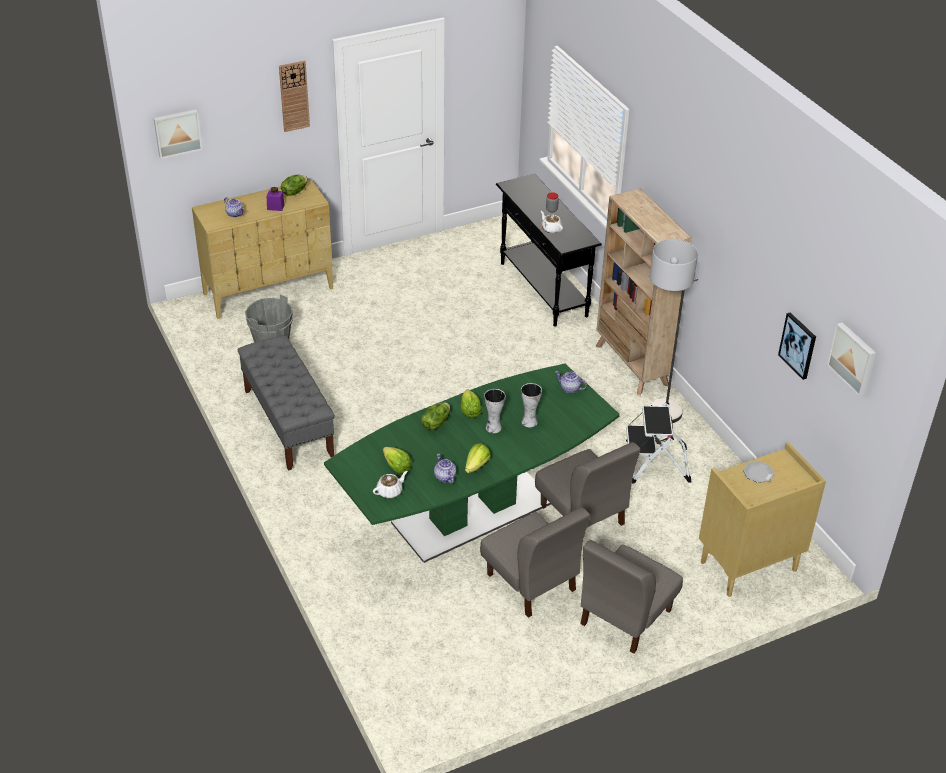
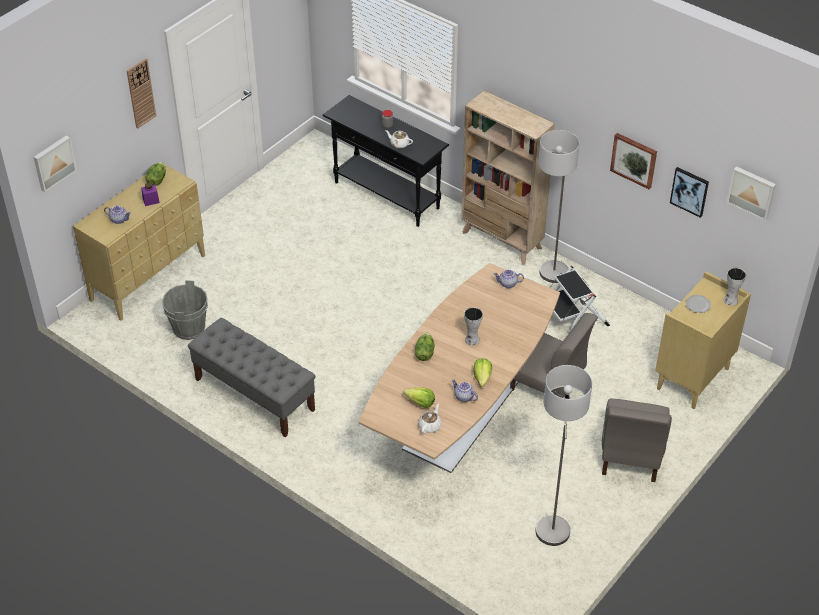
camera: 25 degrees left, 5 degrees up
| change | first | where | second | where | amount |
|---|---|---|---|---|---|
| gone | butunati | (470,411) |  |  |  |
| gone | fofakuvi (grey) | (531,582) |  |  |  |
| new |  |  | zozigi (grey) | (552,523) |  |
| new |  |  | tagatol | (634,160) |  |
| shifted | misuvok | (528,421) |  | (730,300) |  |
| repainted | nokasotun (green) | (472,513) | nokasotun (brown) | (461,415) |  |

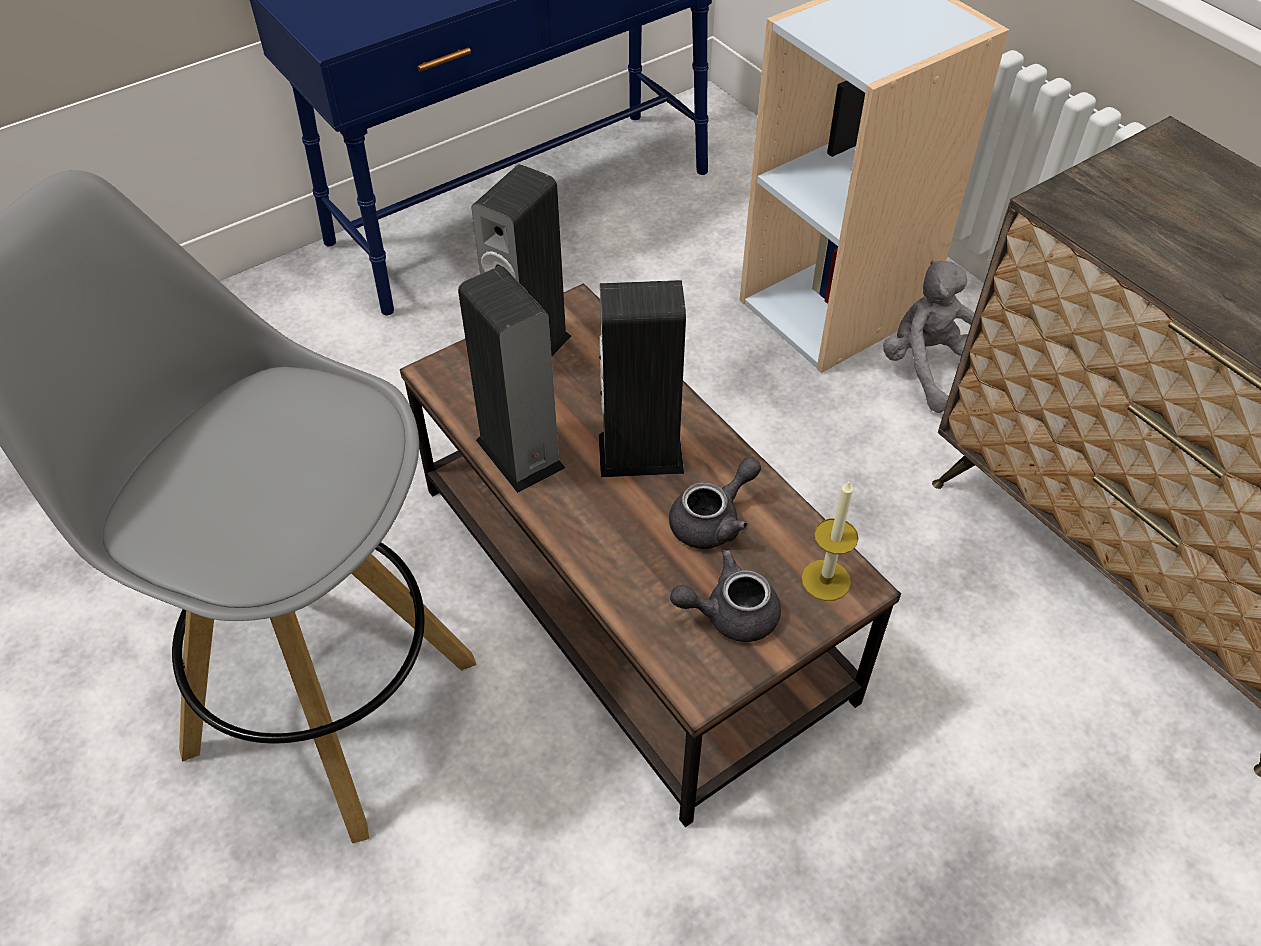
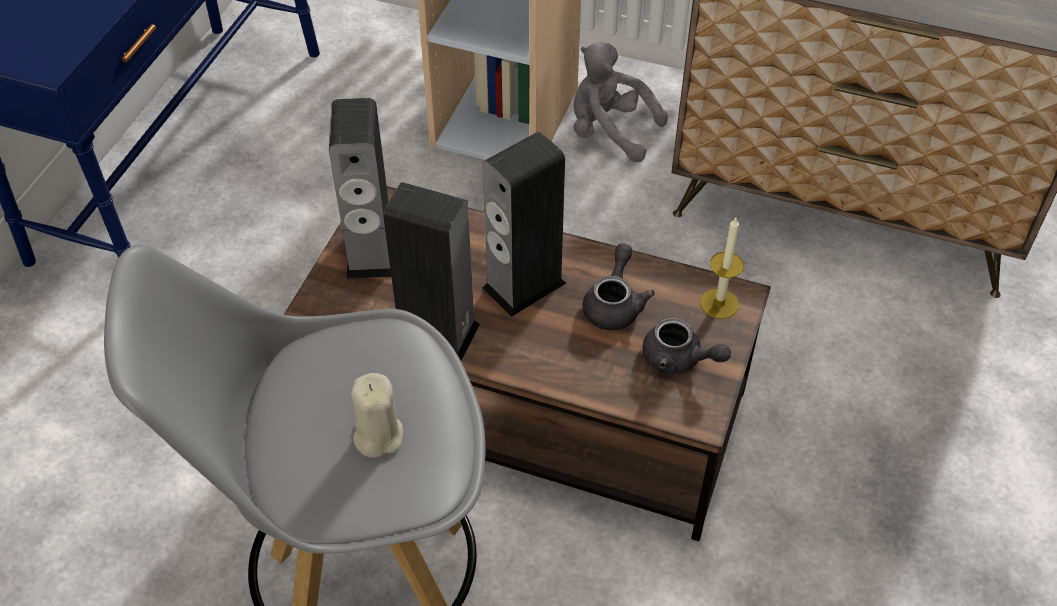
camera: 35 degrees left, 0 degrees up
| change | first | where | second | where | amount |
|---|---|---|---|---|---|
| new |  |  | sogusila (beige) | (378,435) |  |
| rotated | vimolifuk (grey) | (730,614) |  | (679,360) | 105 degrees counterclockwise |

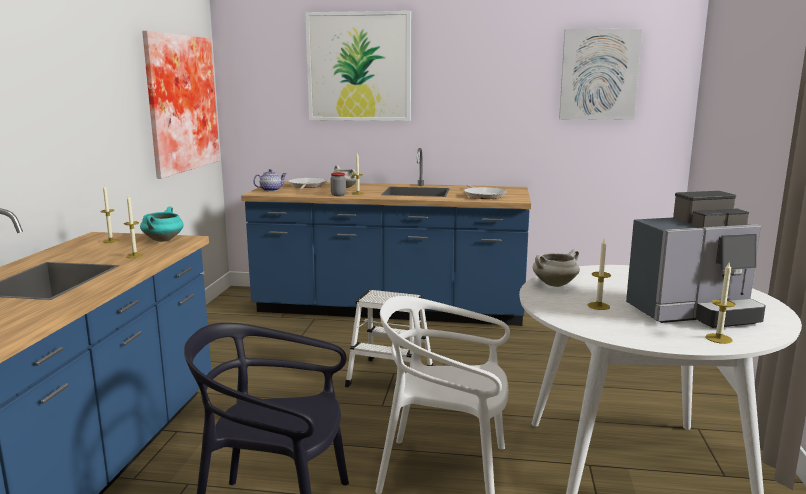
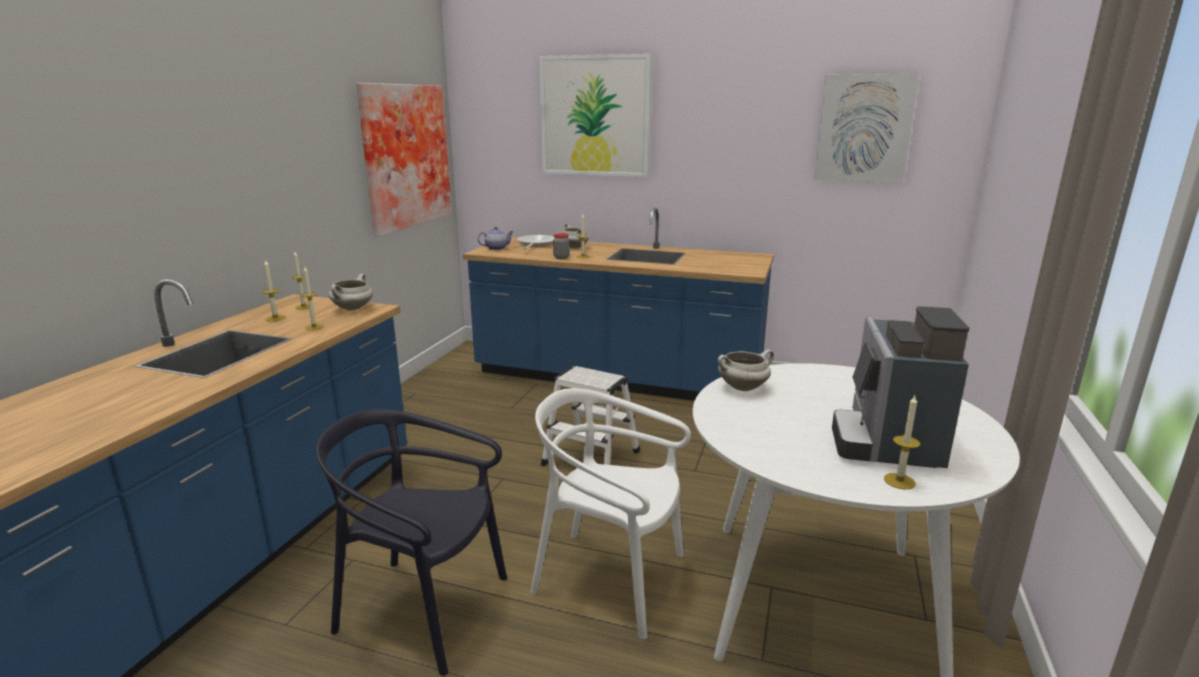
camera: 10 degrees right, 5 degrees up
| change | first | where | second | where | amount |
|---|---|---|---|---|---|
| gone | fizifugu | (483,195) |  |  |  |
| shifted | sogusila | (598,306) |  | (275,318) |  |
| repainted | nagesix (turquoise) | (163,240) | nagesix (white) | (352,309) |  |
| rotated | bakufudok | (693,313) |  | (887,441) | 105 degrees clockwise |

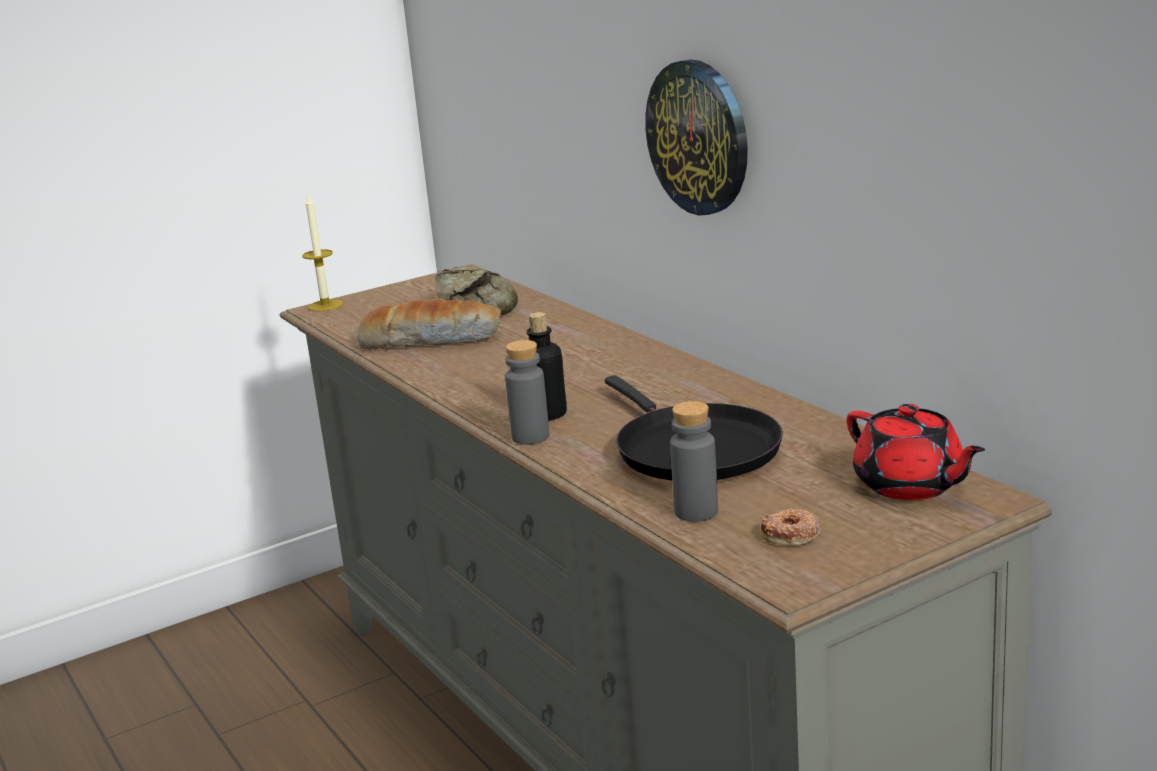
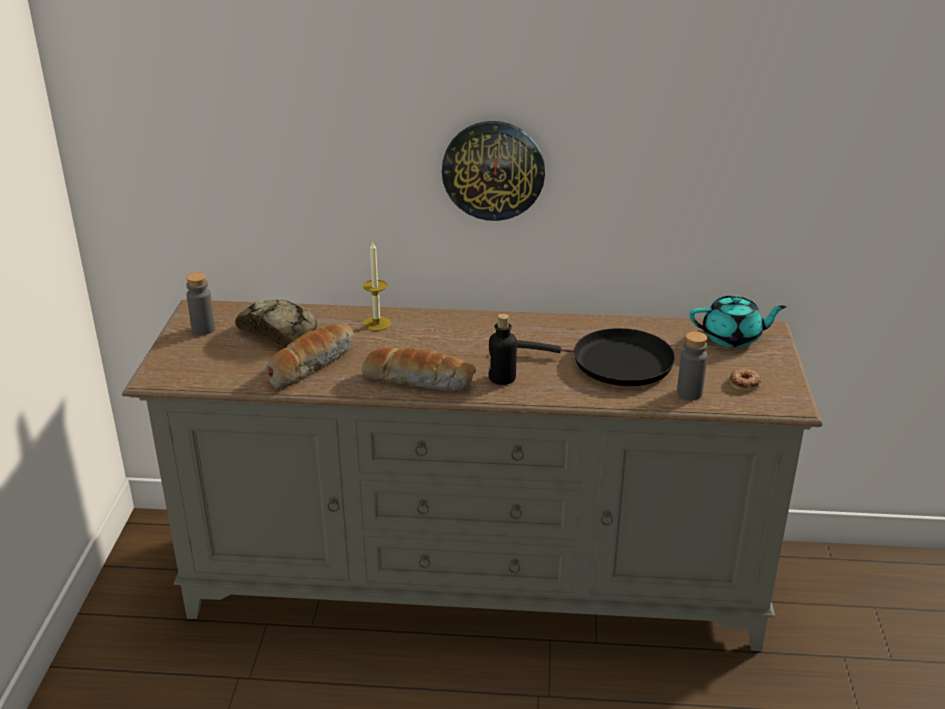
camera: 55 degrees left, 10 degrees up
| change | first | where | second | where | amount |
|---|---|---|---|---|---|
| new |  |  | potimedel | (419,380) |  |
| shifted | sogusila | (325,305) |  | (376,323) |  |
| shifted | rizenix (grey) | (530,437) |  | (203,329) |  |
| repainted | vimolifuk (red) | (910,485) | vimolifuk (turquoise) | (732,337) |  |

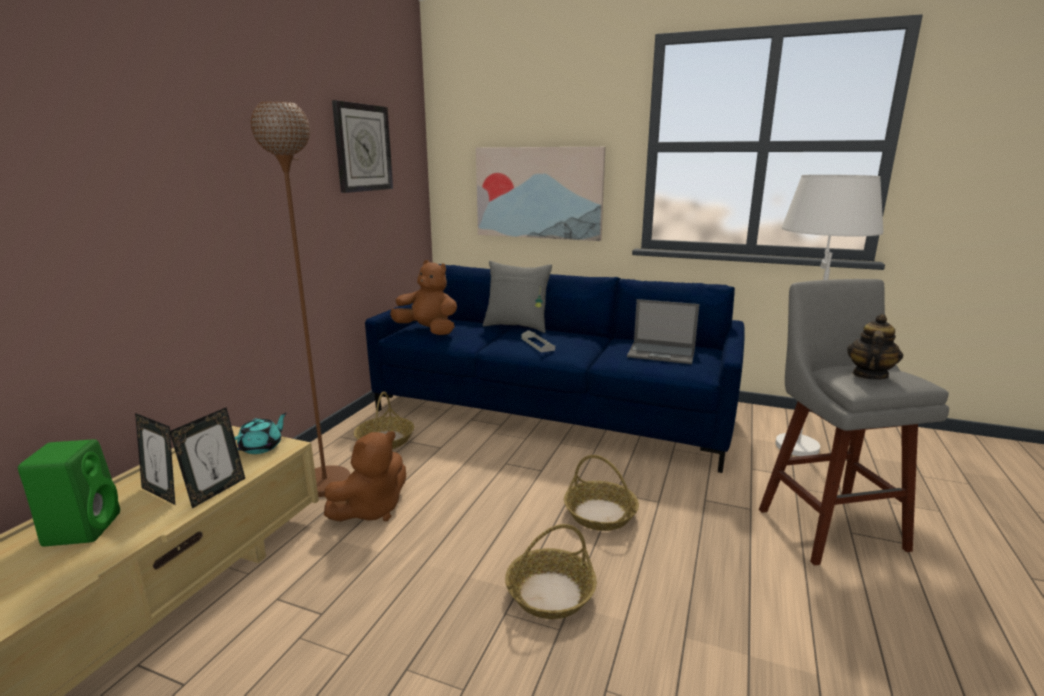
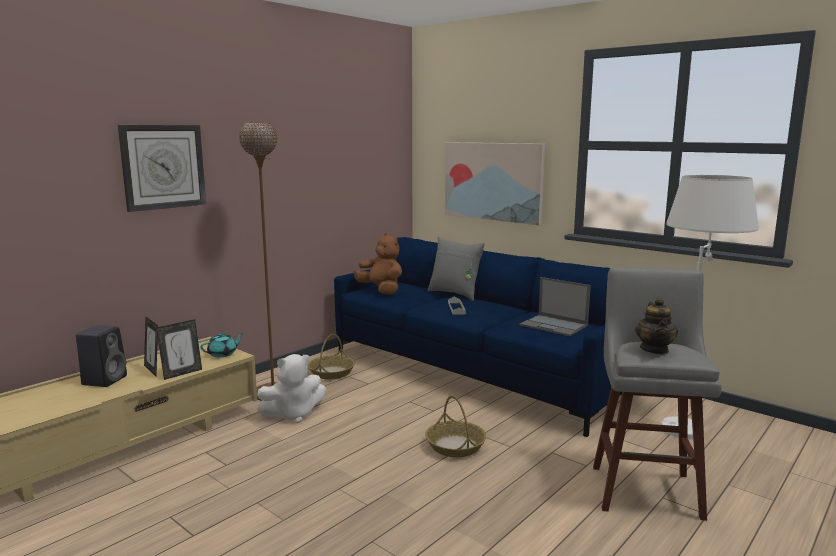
camera: 20 degrees right, 5 degrees down
| change | first | where | second | where | amount |
|---|---|---|---|---|---|
| gone | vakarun | (550,593) |  |  |  |
| shifted | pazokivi | (363,148) |  | (163,167) |  |
| repainted | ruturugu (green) | (83,528) | ruturugu (black) | (105,380) |  |
| repainted | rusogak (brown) | (371,510) | rusogak (white) | (293,414) |  |
| rotated | vimolifuk | (869,375) |  | (654,350) | 135 degrees clockwise |

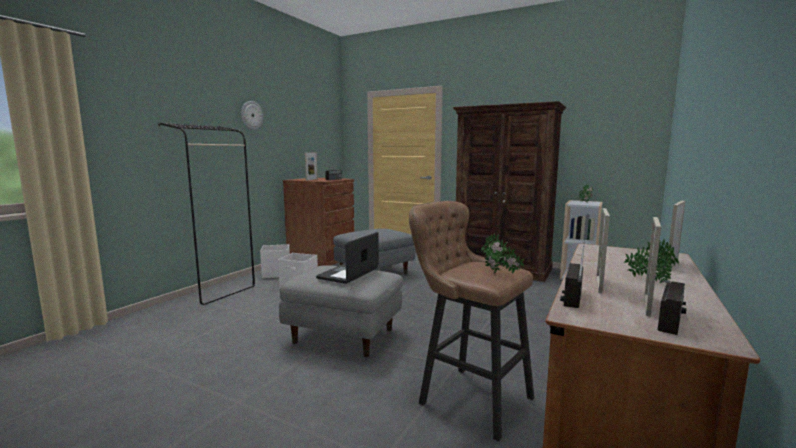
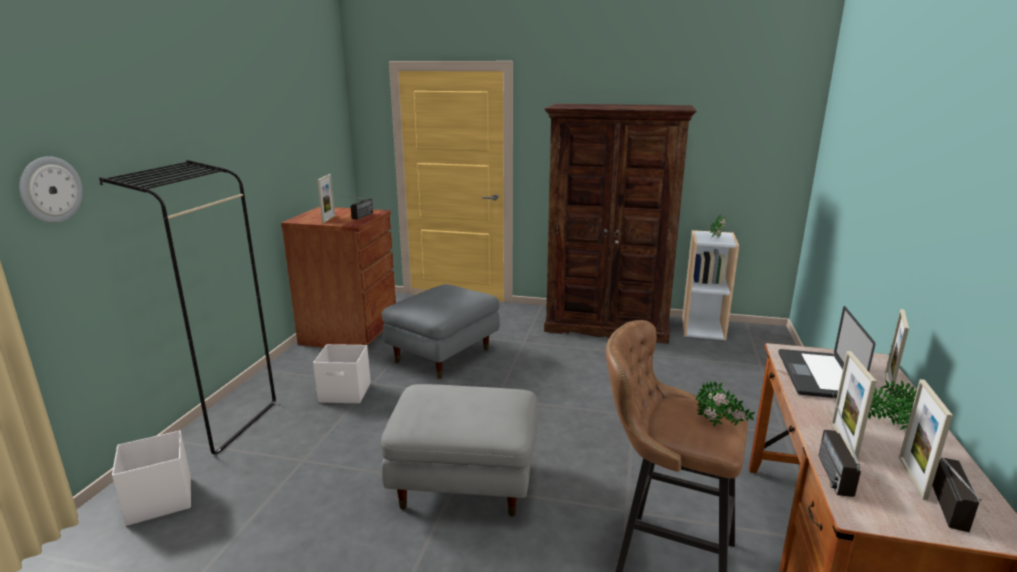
camera: 15 degrees left, 10 degrees up
| change | first | where | second | where | amount |
|---|---|---|---|---|---|
| shifted | pazokivi | (251,115) |  | (50,189) |  |
| shifted | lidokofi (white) | (276,274) |  | (159,500) |  |
| shifted | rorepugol | (348,273) |  | (817,375) |  |

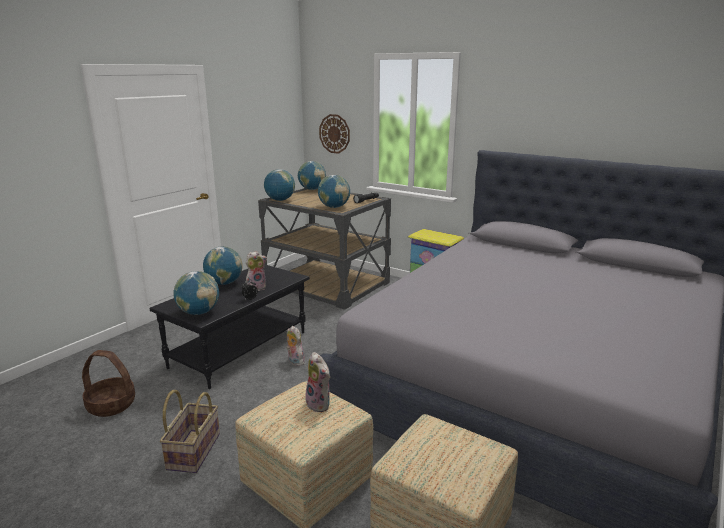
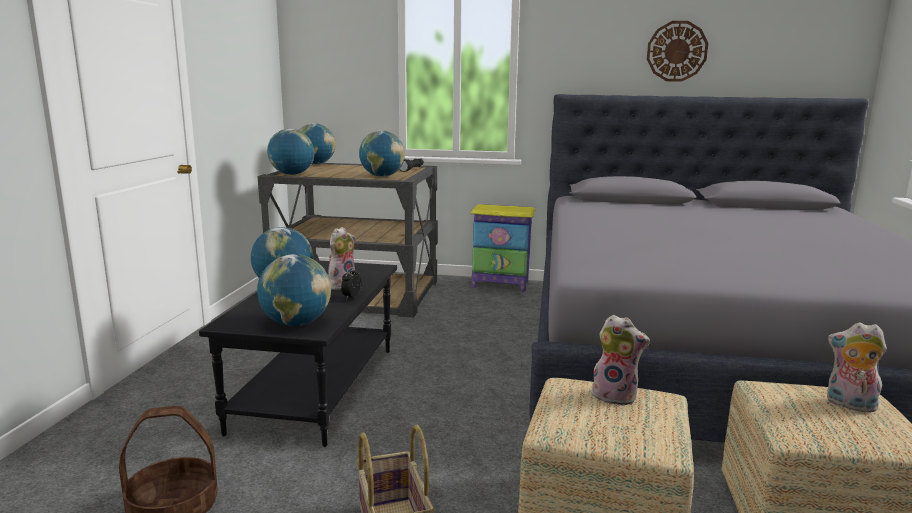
camera: 25 degrees left, 5 degrees down
| change | first | where | second | where | amount |
|---|---|---|---|---|---|
| shifted | rusogak | (294,361) |  | (849,405) |  |
| shifted | pazokivi | (334,133) |  | (676,51) |  |

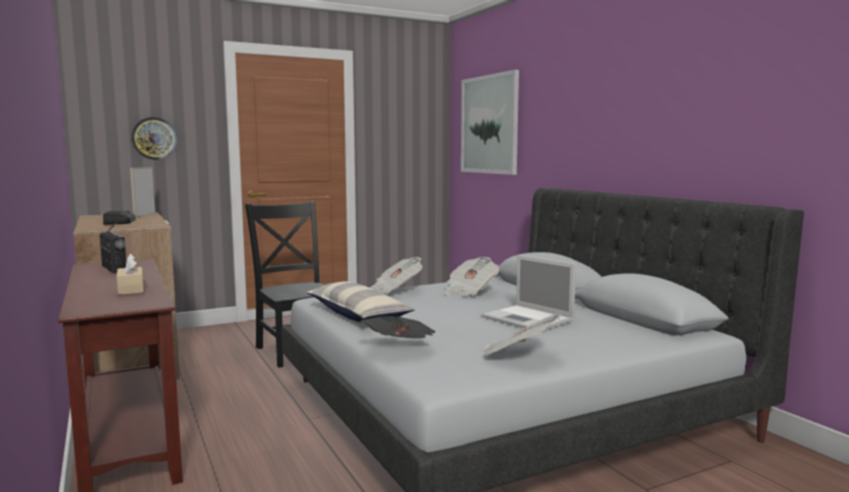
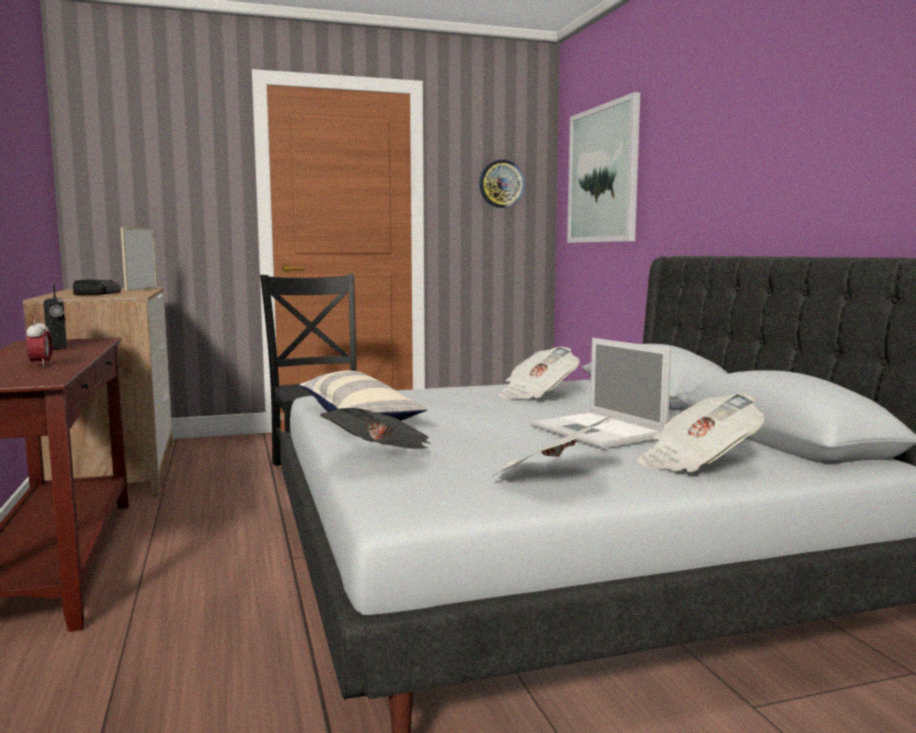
camera: 10 degrees right, 0 degrees up
| change | first | where | second | where | amount |
|---|---|---|---|---|---|
| shifted | pazokivi | (154,138) |  | (501,184) |  |
| shifted | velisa | (394,290) |  | (696,463) |  |
| swapped | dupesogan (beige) | (131,289) | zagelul | (41,365) |  |

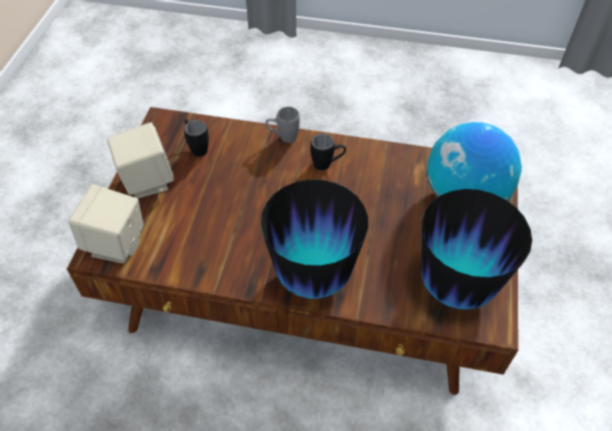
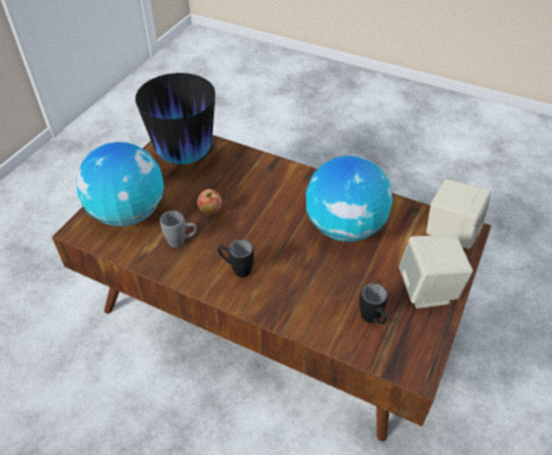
camera: 165 degrees left, 5 degrees down
| change | first | where | second | where | amount |
|---|---|---|---|---|---|
| gone | misuvok | (313,277) |  |  |  |
| new |  |  | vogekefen | (210,211) |  |
| new |  |  | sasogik | (344,227) |  |
| shifted | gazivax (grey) | (283,138) |  | (182,242) |  |

